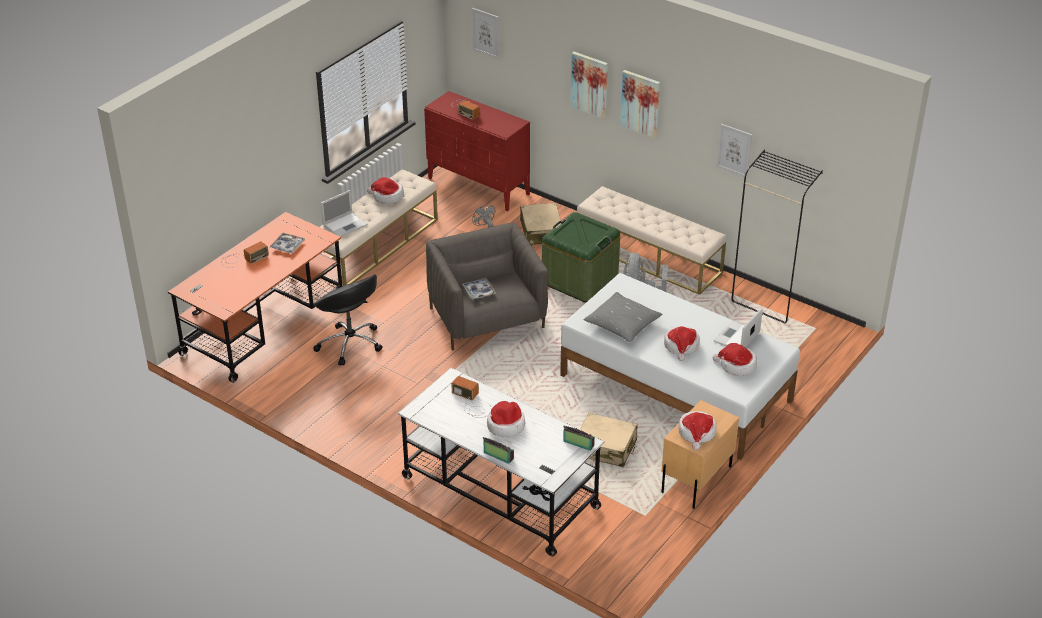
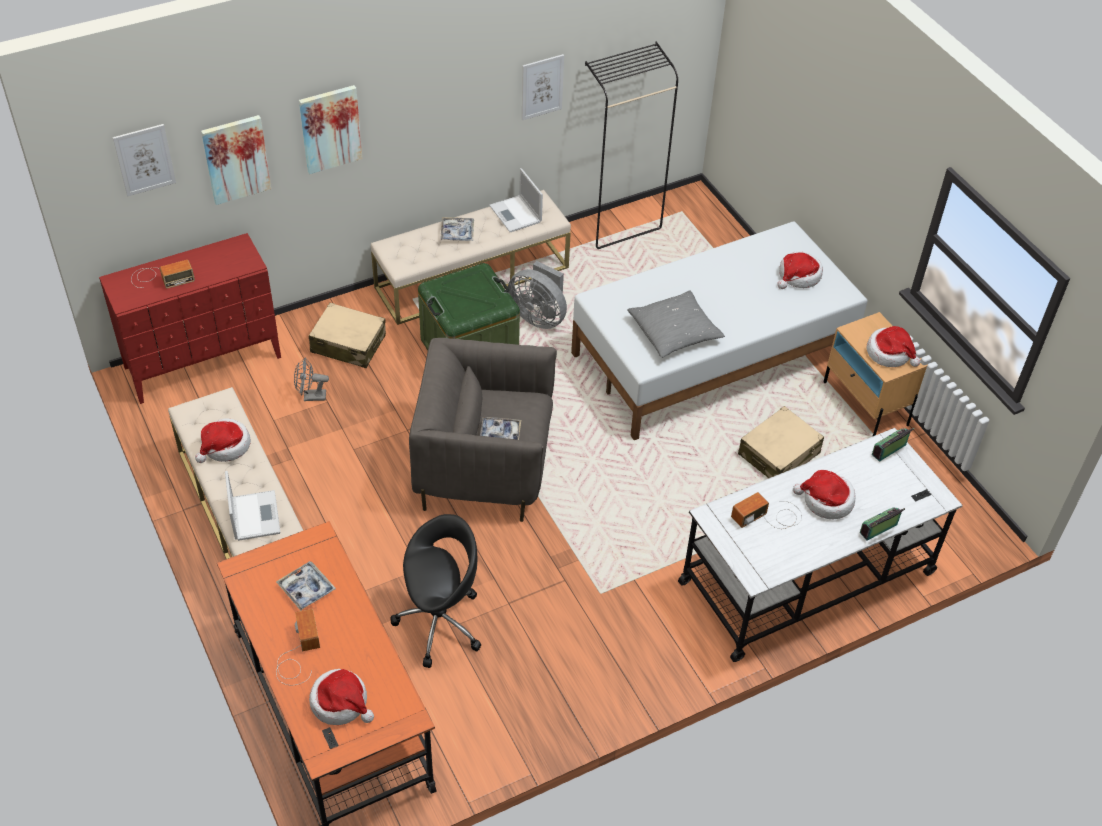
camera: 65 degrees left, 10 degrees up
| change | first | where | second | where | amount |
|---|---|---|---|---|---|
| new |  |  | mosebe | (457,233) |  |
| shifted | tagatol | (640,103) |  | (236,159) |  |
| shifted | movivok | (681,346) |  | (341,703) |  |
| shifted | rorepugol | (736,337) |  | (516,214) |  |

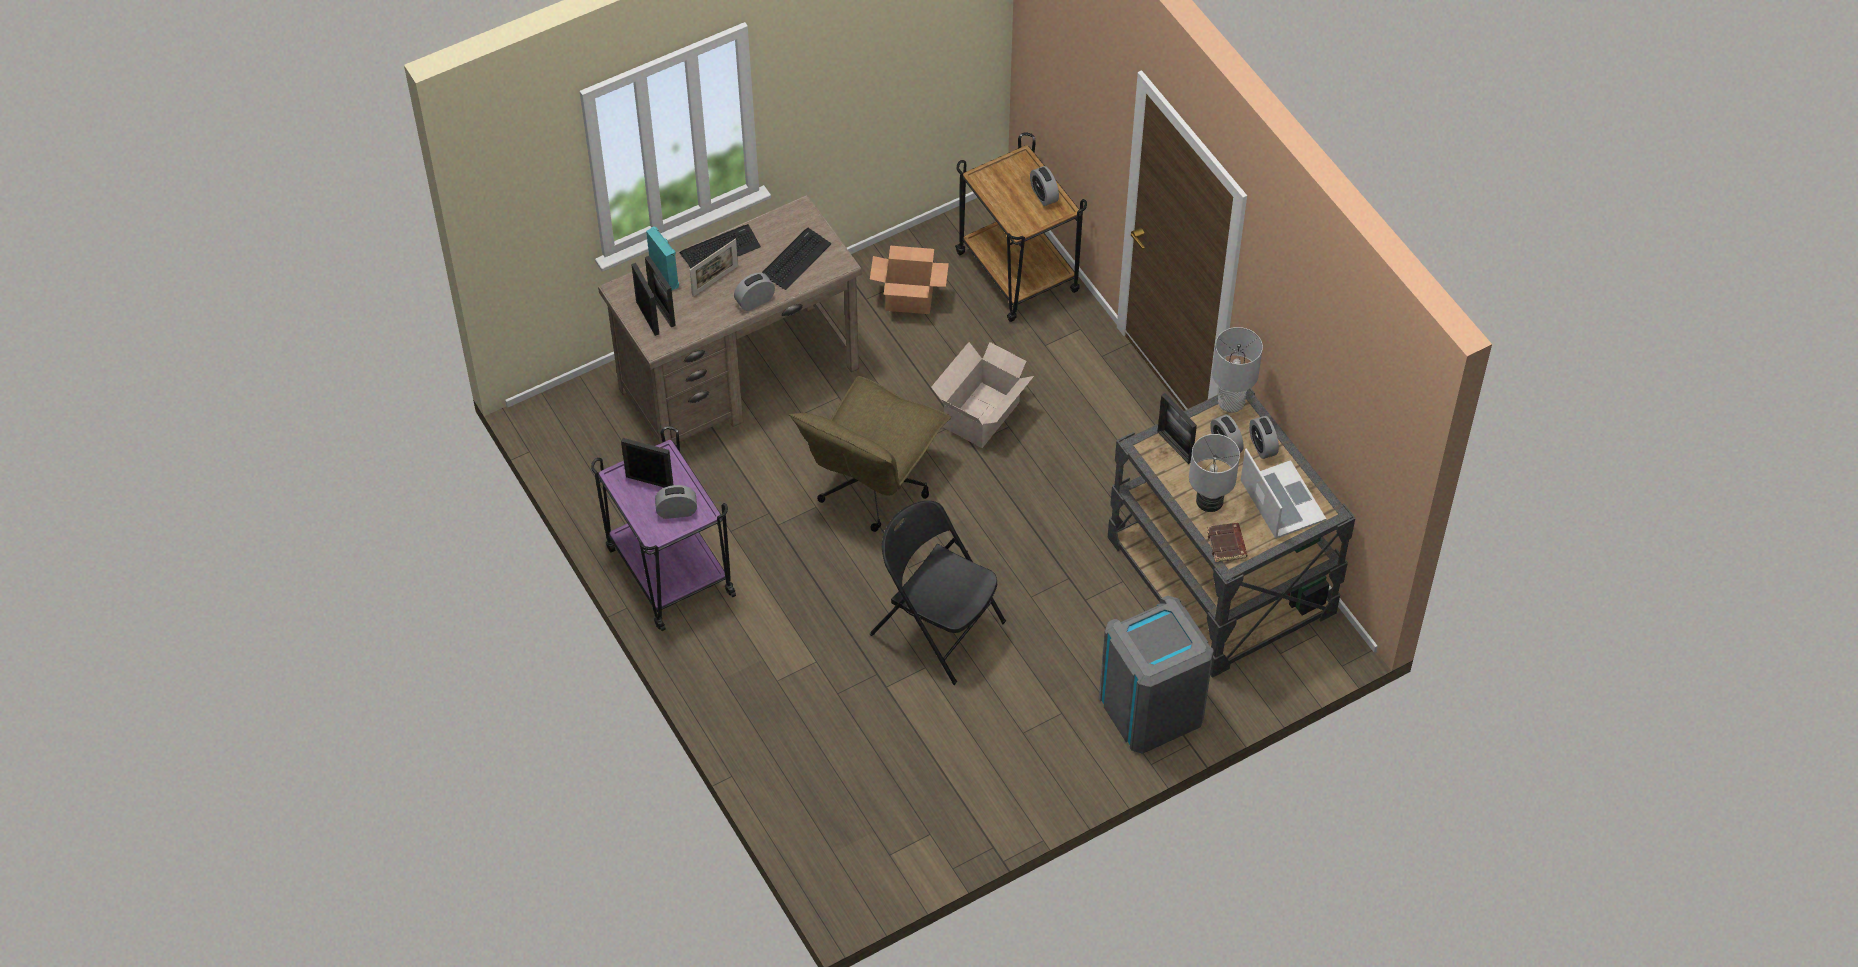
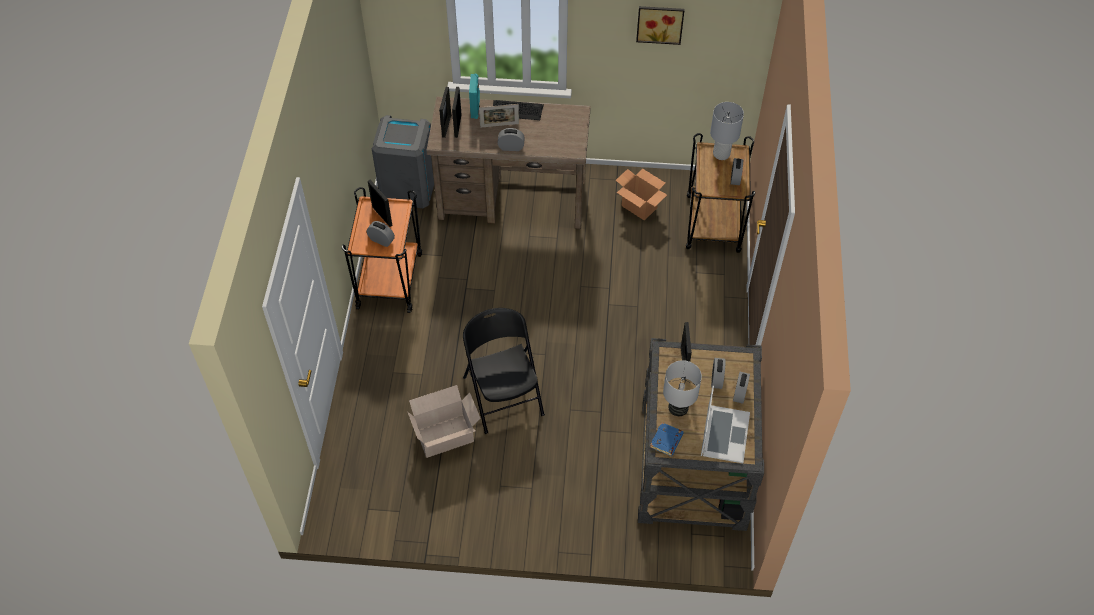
camera: 35 degrees right, 0 degrees up
| change | first | where | second | where | amount |
|---|---|---|---|---|---|
| gone | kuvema | (795,259) |  |  |  |
| gone | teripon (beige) | (873,483) |  |  |  |
| new |  |  | tagatol | (660,23) |  |
| shifted | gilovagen | (983,413) |  | (446,436) |  |
| shifted | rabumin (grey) | (1151,708) |  | (408,187) |  |
| shifted | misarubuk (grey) | (1230,404) |  | (721,155) |  |
| repainted | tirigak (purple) | (669,569) | tirigak (orange) | (390,279) |  |
| repainted | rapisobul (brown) | (1227,545) | rapisobul (blue) | (666,441) |  |

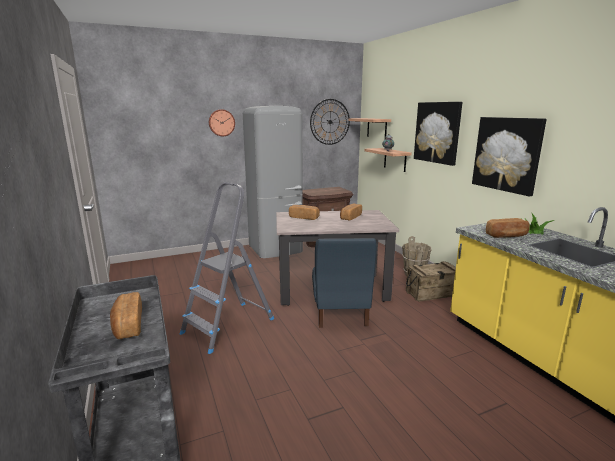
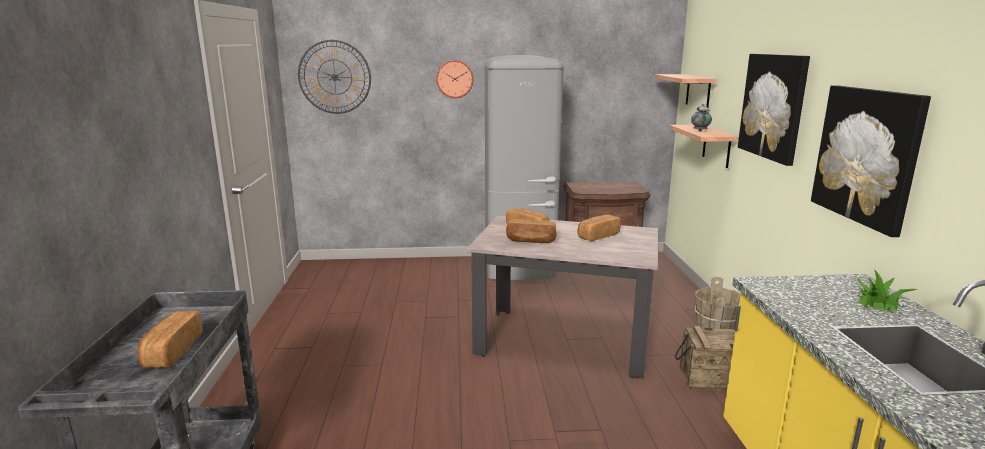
camera: 20 degrees right, 0 degrees up
| change | first | where | second | where | amount |
|---|---|---|---|---|---|
| gone | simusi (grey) | (227,326) |  |  |  |
| gone | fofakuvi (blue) | (340,313) |  |  |  |
| shifted | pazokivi | (330,122) |  | (334,77) |  |
| shifted | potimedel | (507,235) |  | (531,240) |  |

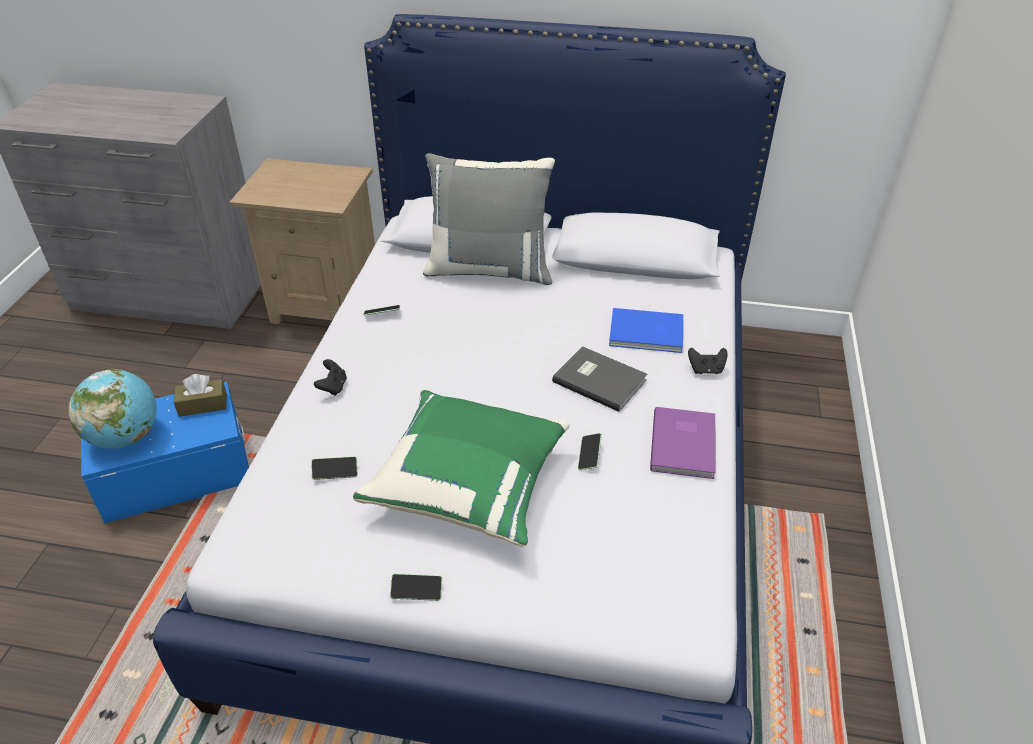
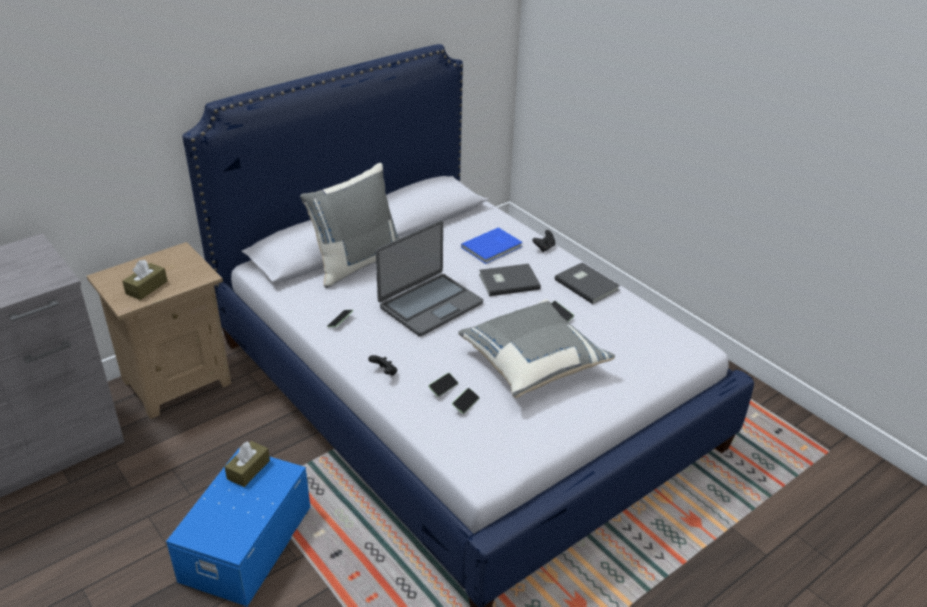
camera: 50 degrees left, 5 degrees down
| change | first | where | second | where | amount |
|---|---|---|---|---|---|
| gone | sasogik | (126,437) |  |  |  |
| new |  |  | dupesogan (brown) | (146,287) |  |
| new |  |  | rorepugol | (430,305) |  |
| shifted | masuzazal | (416,591) |  | (443,388) |  |
| repainted | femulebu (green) | (469,485) | femulebu (grey) | (532,364) |  |
| repainted | rapisobul (purple) | (685,443) | rapisobul (grey) | (587,284) |  |

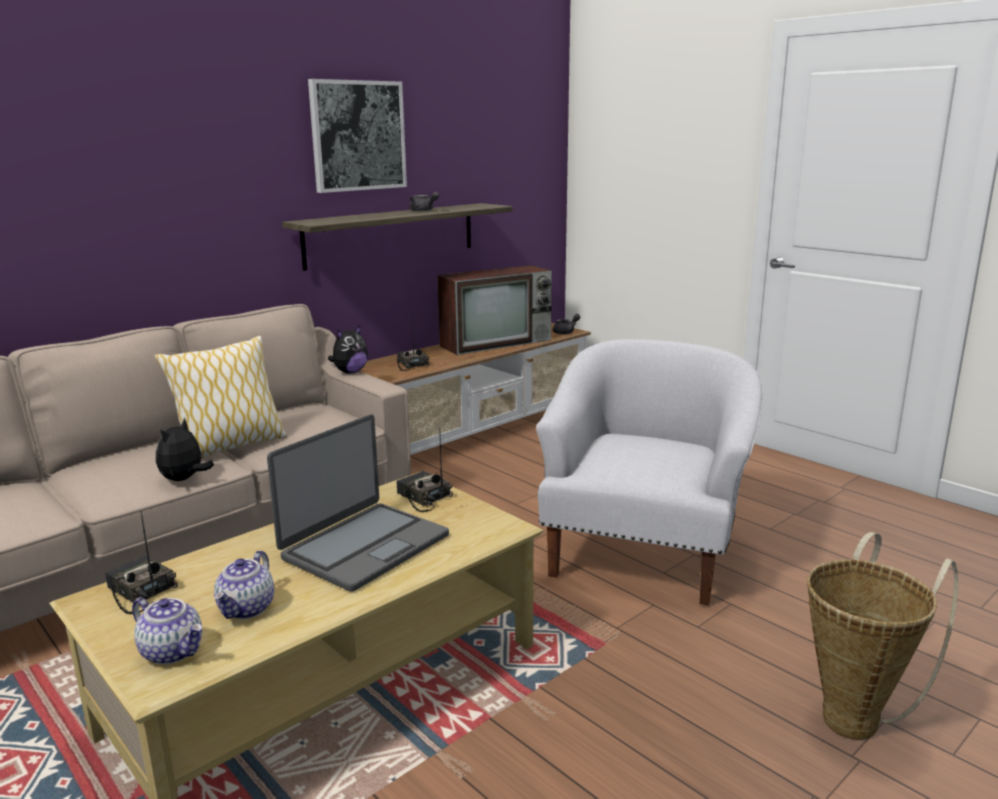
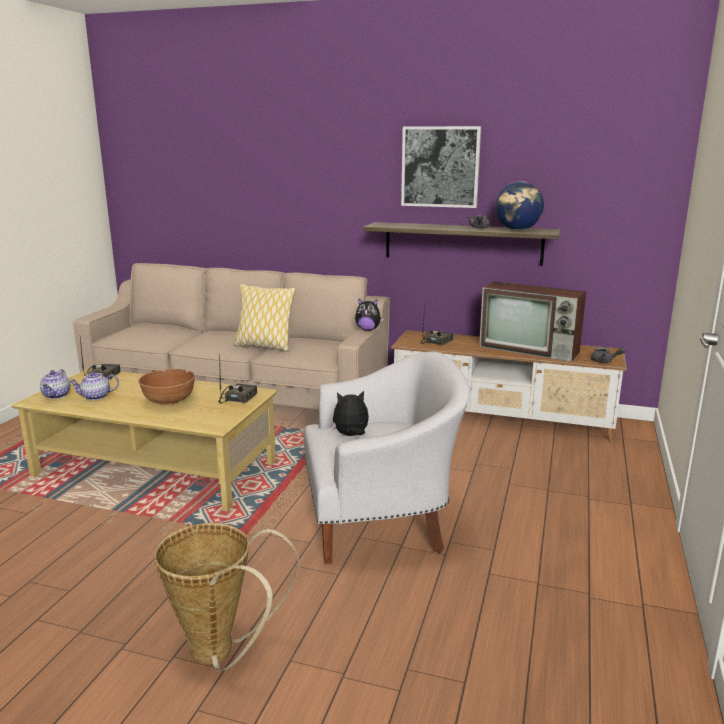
camera: 60 degrees right, 0 degrees up
| change | first | where | second | where | amount |
|---|---|---|---|---|---|
| new |  |  | sasogik | (517,230) |  |
| shifted | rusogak | (184,479) |  | (351,435) |  |
| swapped | rorepugol | (364,546) | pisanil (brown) | (169,401) |  |

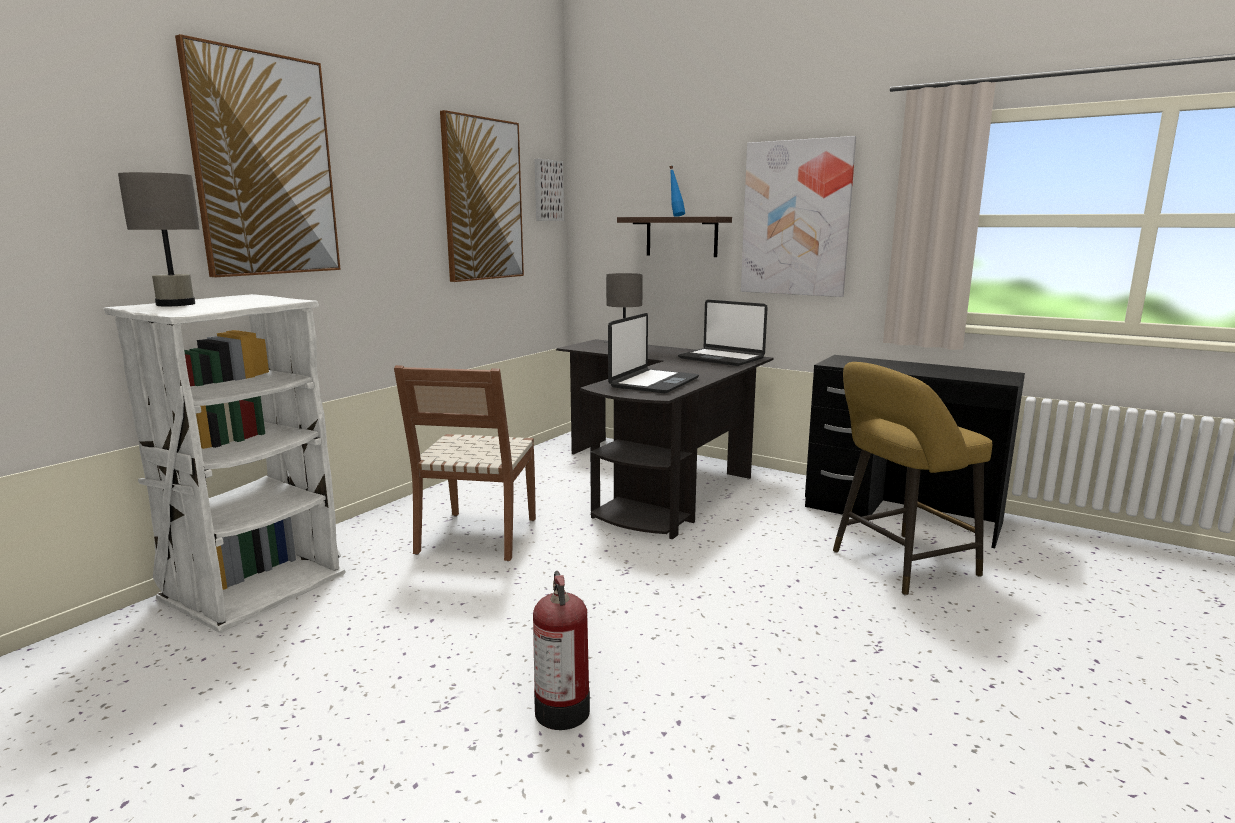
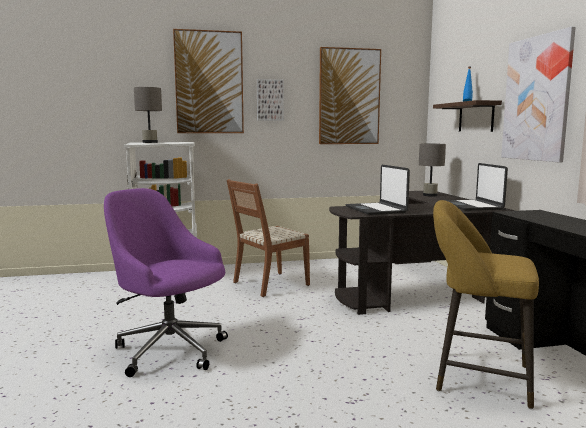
camera: 45 degrees right, 5 degrees down
| change | first | where | second | where | amount |
|---|---|---|---|---|---|
| shifted | tagatol | (547,190) |  | (270,100) |  |
| swapped | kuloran | (562,708) | teripon (purple) | (169,350) |  |
| rotated | rorepugol | (653,382) |  | (376,210) | 90 degrees clockwise |

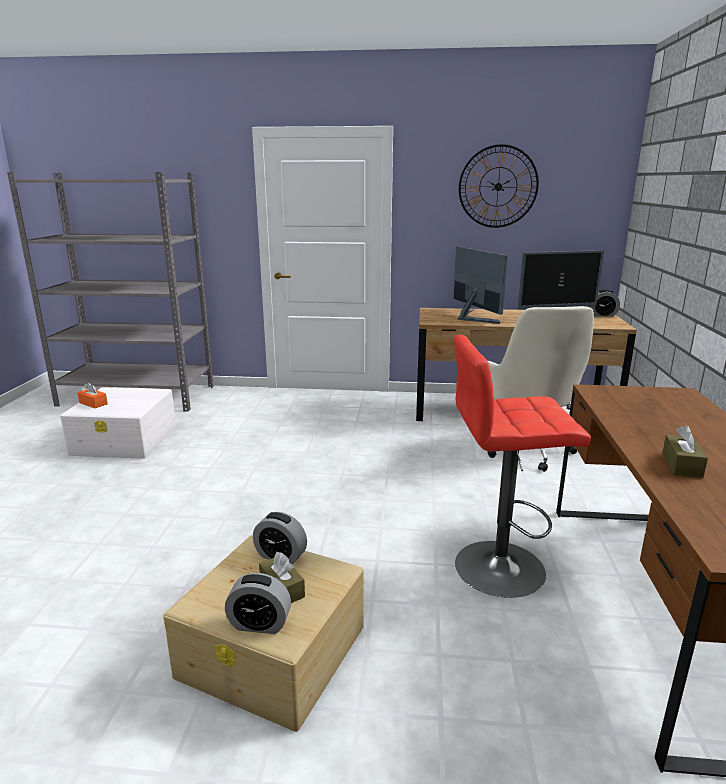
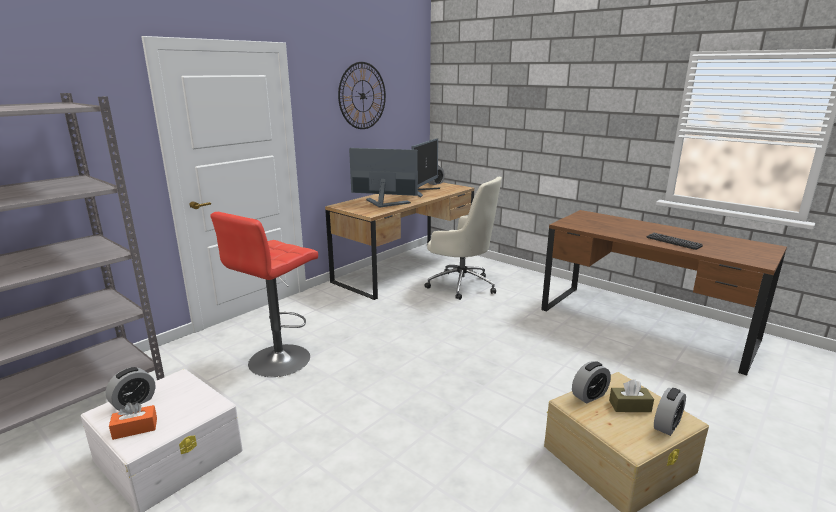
camera: 55 degrees left, 0 degrees up
| change | first | where | second | where | amount |
|---|---|---|---|---|---|
| new |  |  | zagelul | (134,403) |  |
| shifted | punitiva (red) | (498,567) |  | (278,360) |  |
| swapped | dupesogan (brown) | (681,465) | kuvema | (673,242) |  |

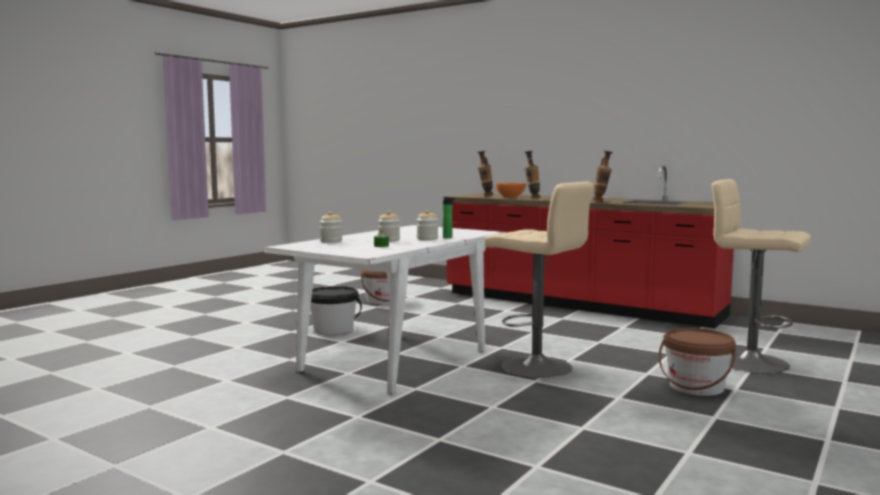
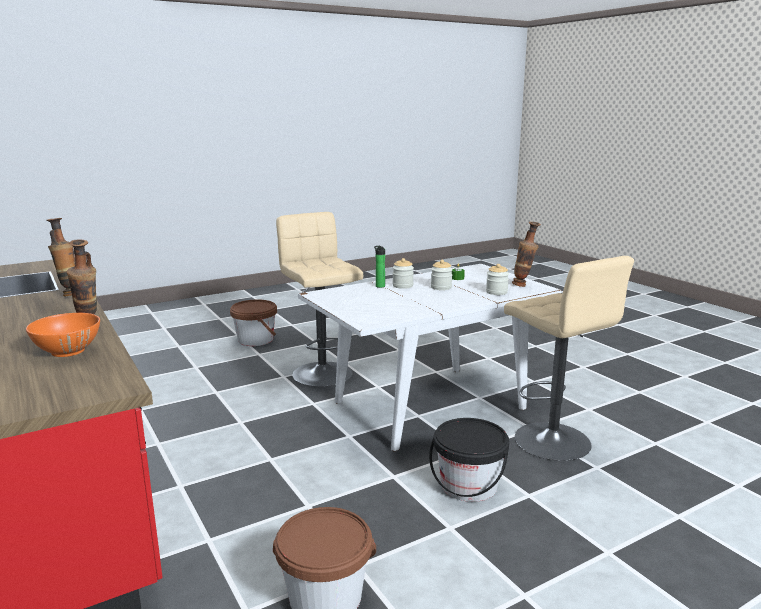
camera: 155 degrees left, 10 degrees up
| change | first | where | second | where | amount |
|---|---|---|---|---|---|
| shifted | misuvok | (485,196) |  | (523,286) |  |
| shifted | punitiva (beige) | (750,362) |  | (552,441) |  |

